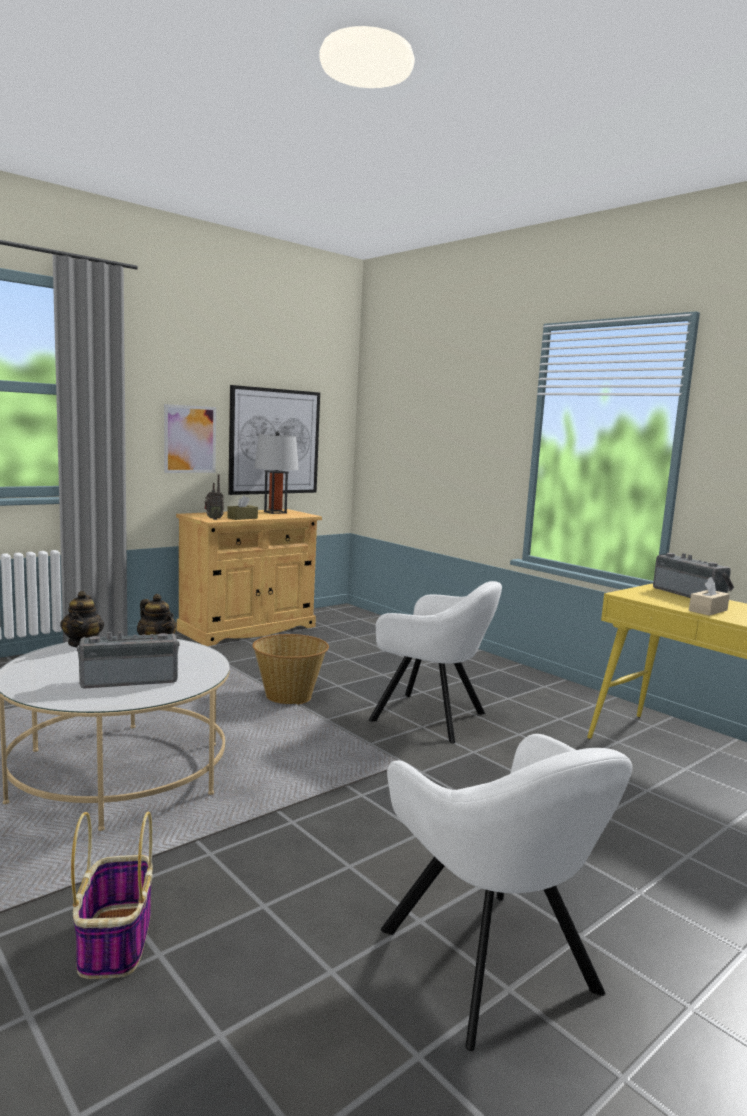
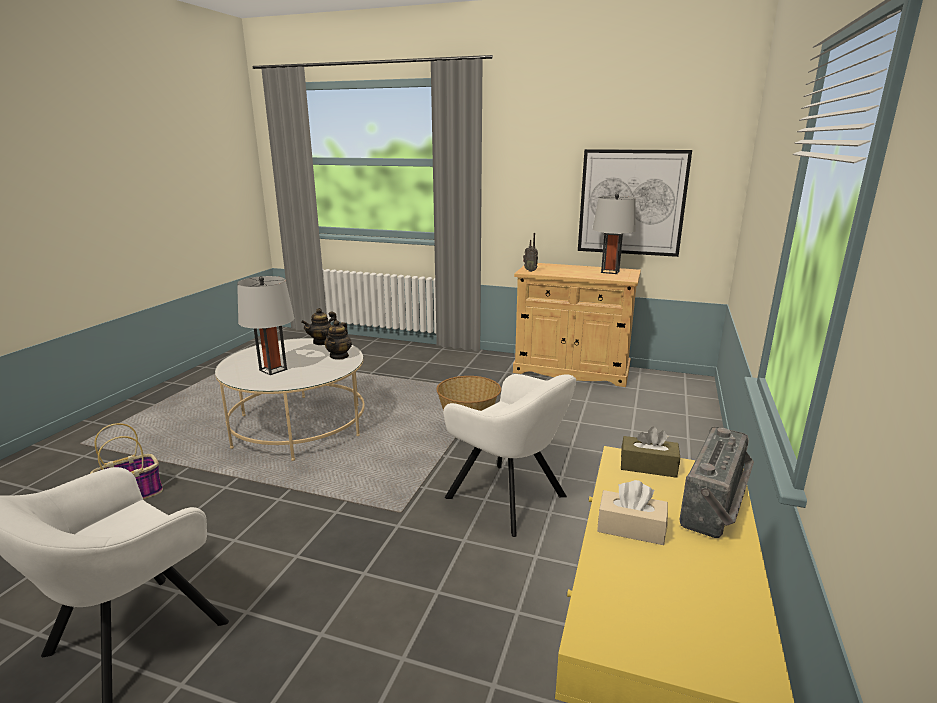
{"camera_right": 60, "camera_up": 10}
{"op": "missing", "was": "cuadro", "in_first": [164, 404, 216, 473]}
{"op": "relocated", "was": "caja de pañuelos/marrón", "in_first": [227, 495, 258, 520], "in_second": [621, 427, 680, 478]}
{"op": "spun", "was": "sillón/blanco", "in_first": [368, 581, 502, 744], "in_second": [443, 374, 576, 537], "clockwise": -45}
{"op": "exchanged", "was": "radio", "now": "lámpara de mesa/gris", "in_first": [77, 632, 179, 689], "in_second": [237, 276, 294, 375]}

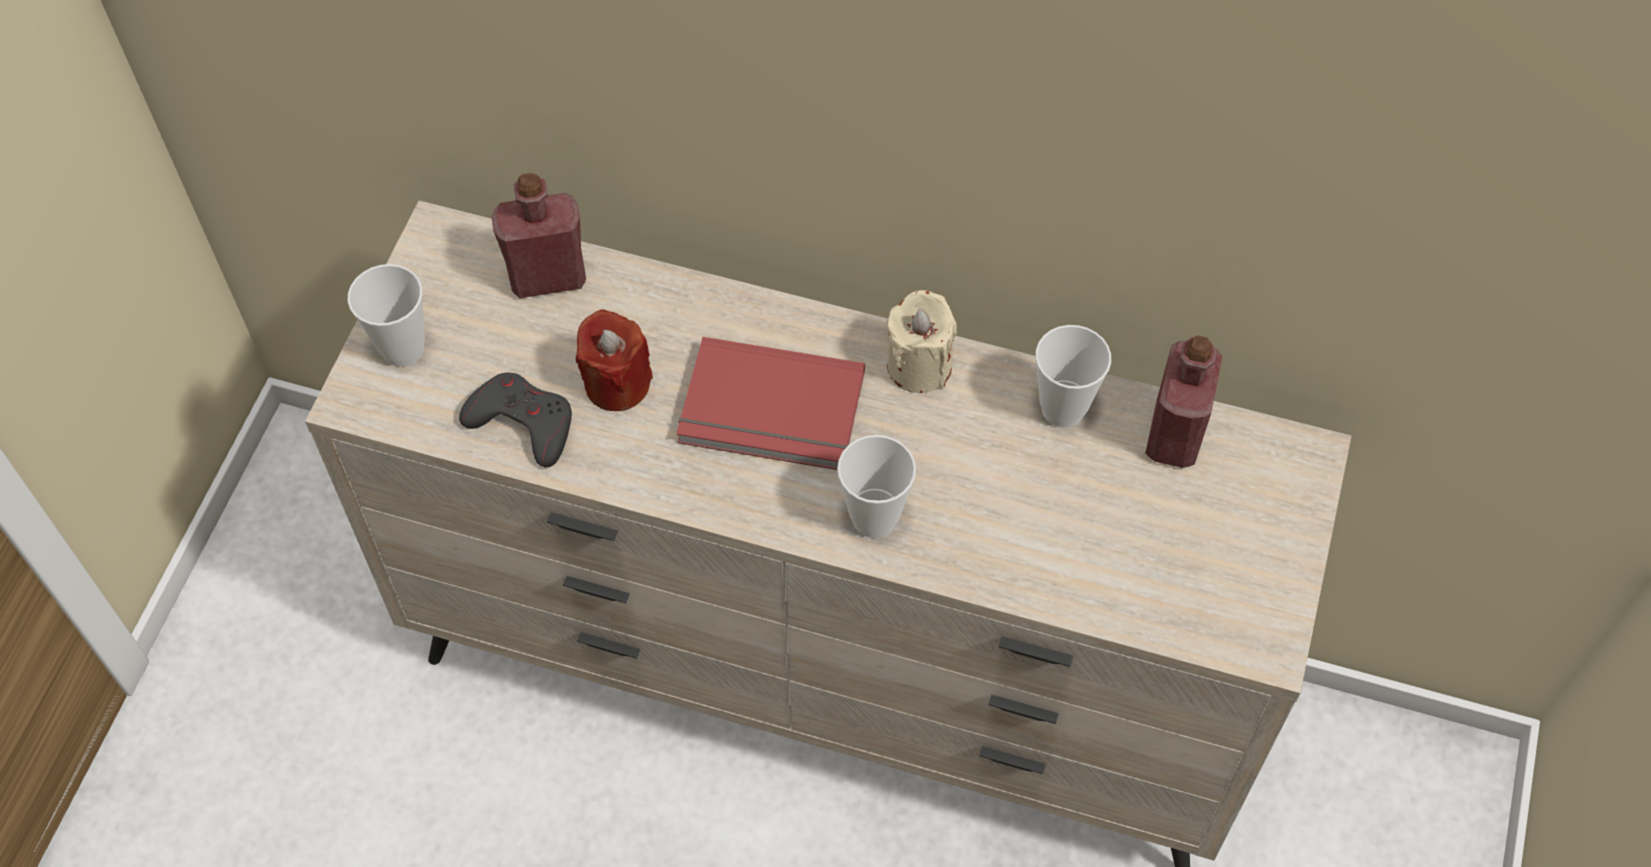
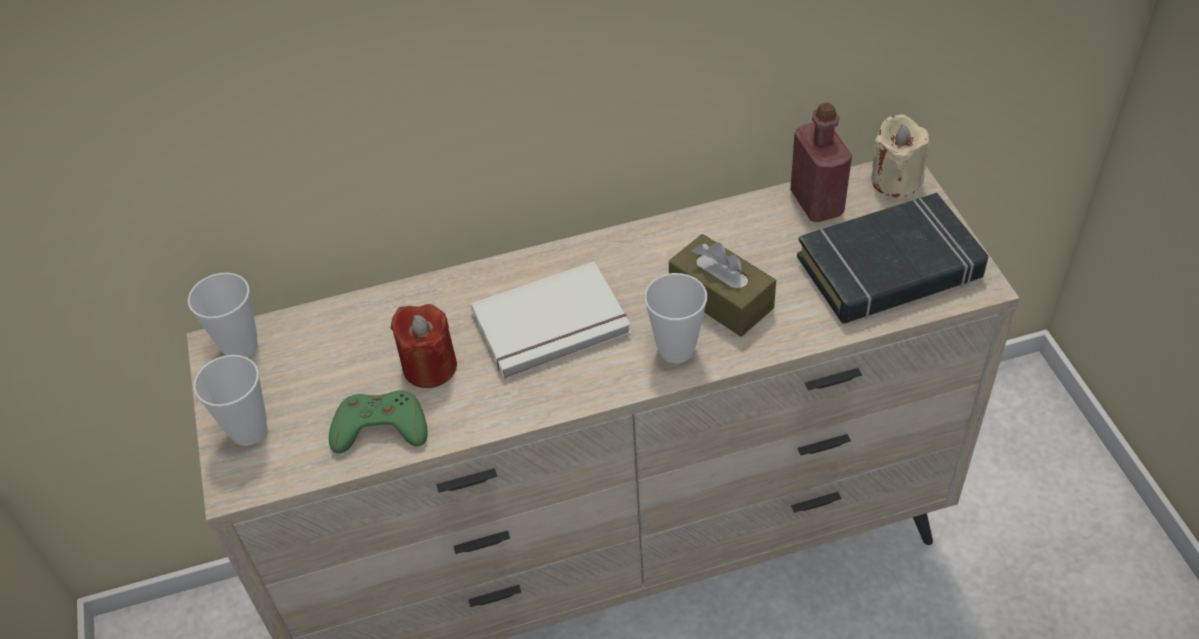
{"camera_right": -30, "camera_up": -10}
{"op": "missing", "was": "botella/rojo", "in_first": [492, 173, 586, 298]}
{"op": "relocated", "was": "vela/beis", "in_first": [887, 290, 957, 393], "in_second": [872, 114, 930, 198]}
{"op": "relocated", "was": "taza", "in_first": [1035, 325, 1111, 428], "in_second": [188, 273, 258, 358]}
{"op": "colour", "was": "libro/rojo", "now": "libro/blanco", "in_first": [676, 337, 865, 470], "in_second": [471, 262, 631, 379]}
{"op": "colour", "was": "mando de consola/gris", "now": "mando de consola/verde", "in_first": [459, 373, 572, 468], "in_second": [329, 390, 428, 453]}
{"op": "appeared", "now": "libro/negro", "in_second": [797, 193, 988, 324]}
{"op": "appeared", "now": "caja de pañuelos/marrón", "in_second": [669, 234, 776, 337]}

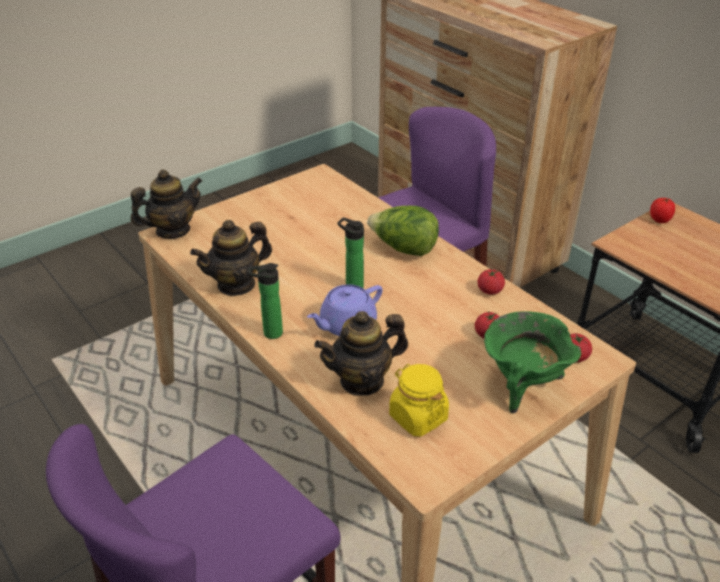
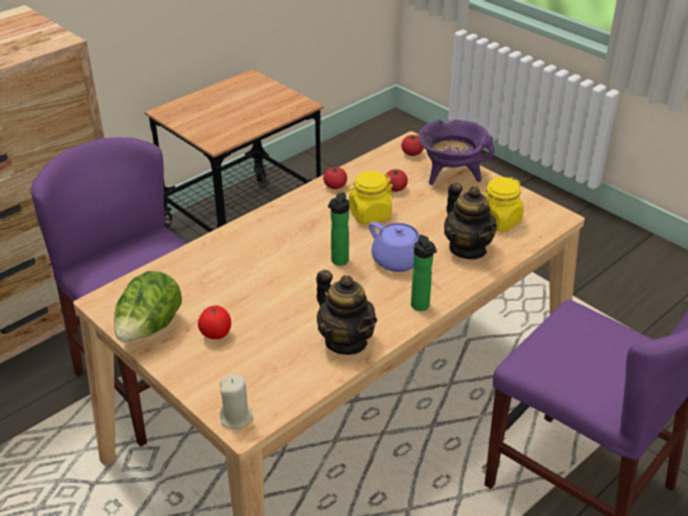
{"camera_right": -95, "camera_up": 0}
{"op": "exchanged", "was": "tetera", "now": "vela/beis", "in_first": [131, 169, 202, 239], "in_second": [220, 374, 254, 429]}
{"op": "relocated", "was": "tomate", "in_first": [650, 198, 675, 223], "in_second": [198, 305, 231, 339]}
{"op": "relocated", "was": "lechuga", "in_first": [367, 206, 439, 256], "in_second": [114, 271, 182, 342]}
{"op": "colour", "was": "olla/verde", "now": "olla/morado", "in_first": [484, 311, 581, 414], "in_second": [418, 119, 495, 185]}
{"op": "appeared", "now": "tarro/amarillo", "in_second": [346, 171, 394, 224]}

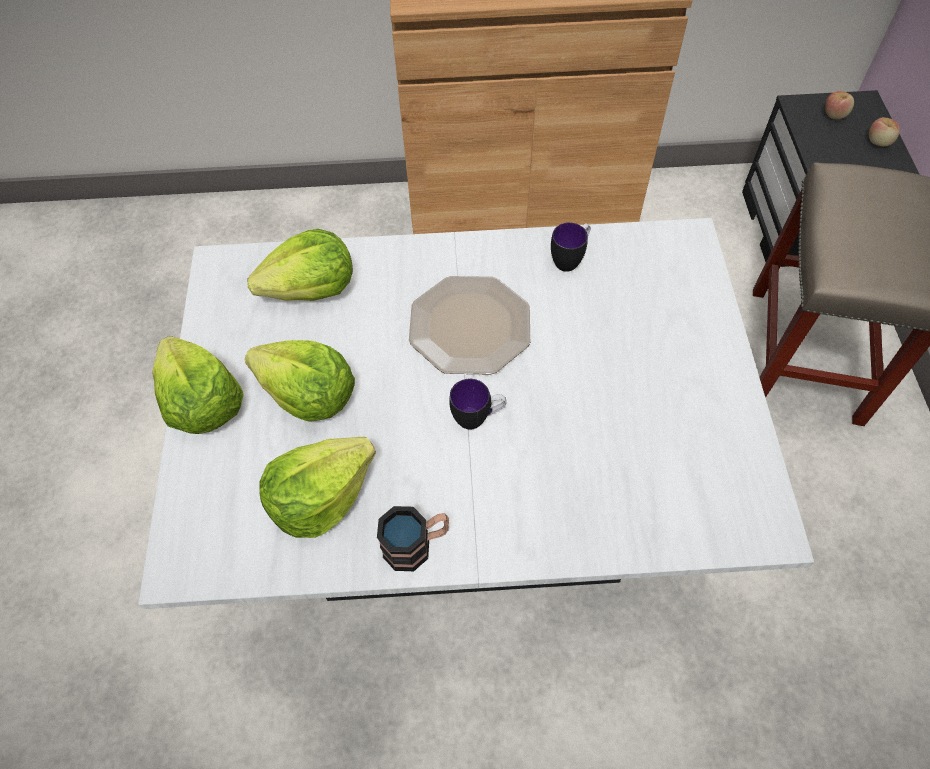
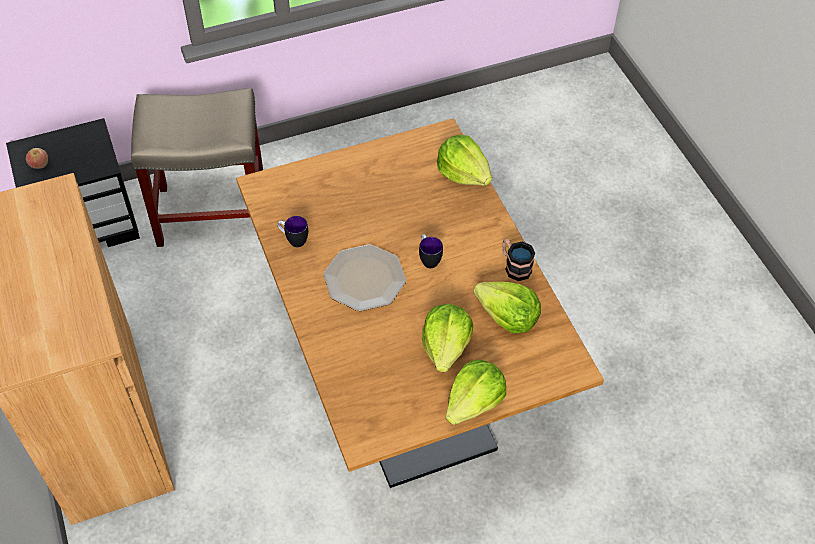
{"camera_right": -110, "camera_up": -5}
{"op": "missing", "was": "manzana", "in_first": [869, 117, 900, 147]}
{"op": "colour", "was": "mesa de comedor/blanco", "now": "mesa de comedor/marrón", "in_first": [138, 218, 814, 609], "in_second": [236, 118, 604, 488]}
{"op": "relocated", "was": "lechuga", "in_first": [247, 229, 353, 301], "in_second": [437, 135, 492, 186]}

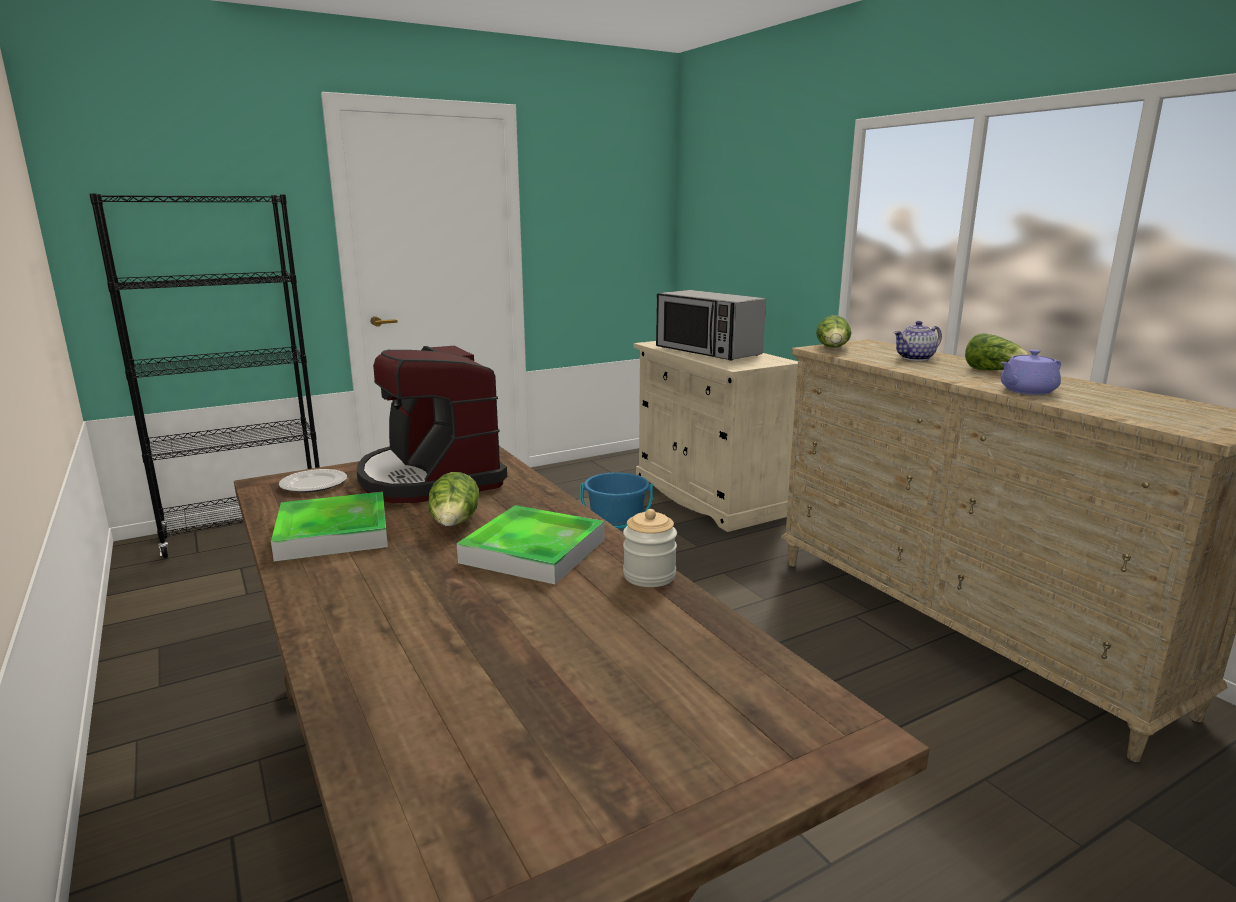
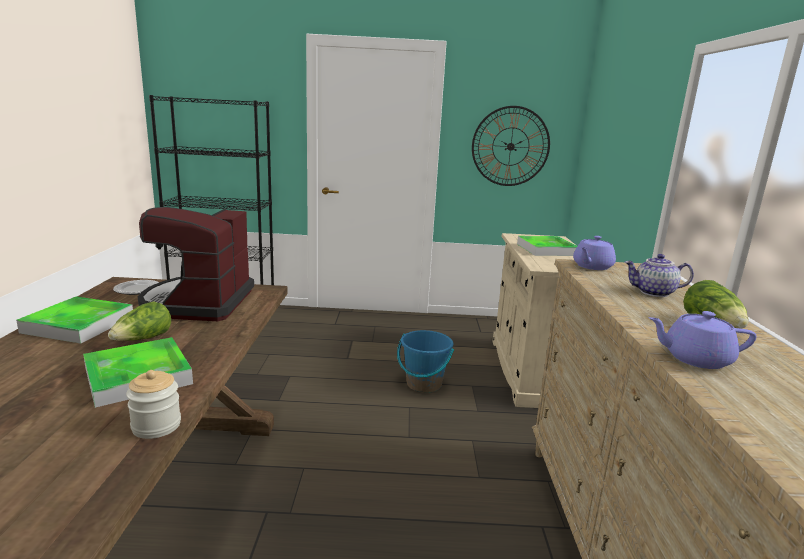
{"camera_right": 30, "camera_up": 0}
{"op": "exchanged", "was": "microondas", "now": "bandeja", "in_first": [656, 290, 766, 361], "in_second": [517, 236, 577, 256]}
{"op": "exchanged", "was": "lechuga", "now": "tetera/morado", "in_first": [816, 315, 851, 348], "in_second": [573, 236, 616, 270]}
{"op": "appeared", "now": "reloj de pared", "in_second": [472, 106, 550, 186]}

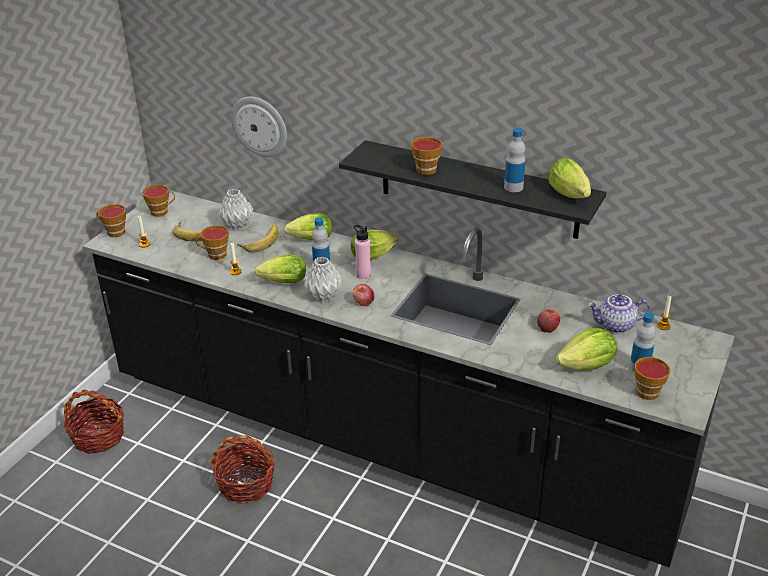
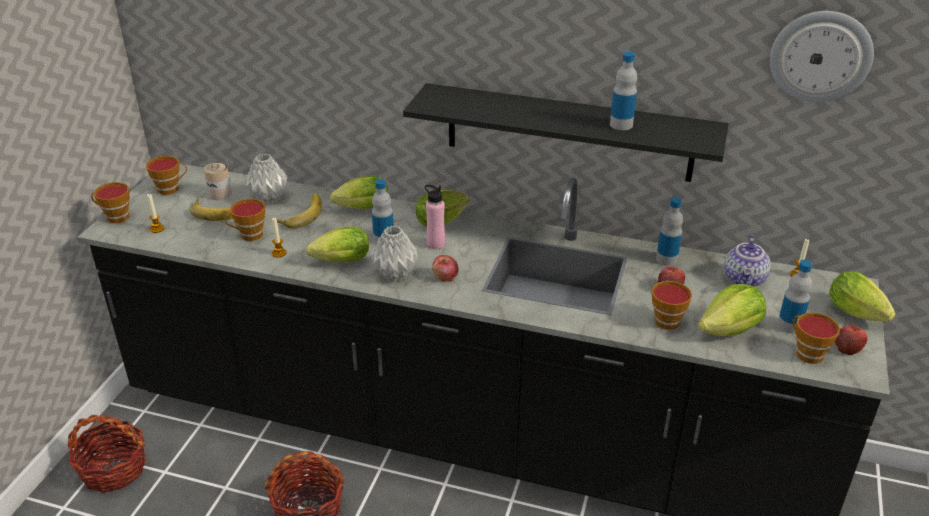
{"camera_right": -10, "camera_up": 0}
{"op": "relocated", "was": "reloj de pared", "in_first": [231, 97, 287, 157], "in_second": [770, 11, 874, 102]}
{"op": "relocated", "was": "taza", "in_first": [411, 137, 442, 175], "in_second": [652, 281, 692, 330]}
{"op": "relocated", "was": "lechuga", "in_first": [548, 158, 591, 198], "in_second": [829, 271, 896, 321]}
{"op": "spun", "was": "tetera", "in_first": [588, 294, 650, 333], "in_second": [724, 235, 771, 287], "clockwise": -60}
{"op": "appeared", "now": "lata", "in_second": [204, 162, 232, 200]}
{"op": "appeared", "now": "botella", "in_second": [656, 197, 683, 266]}
{"op": "appeared", "now": "manzana", "in_second": [835, 325, 868, 355]}

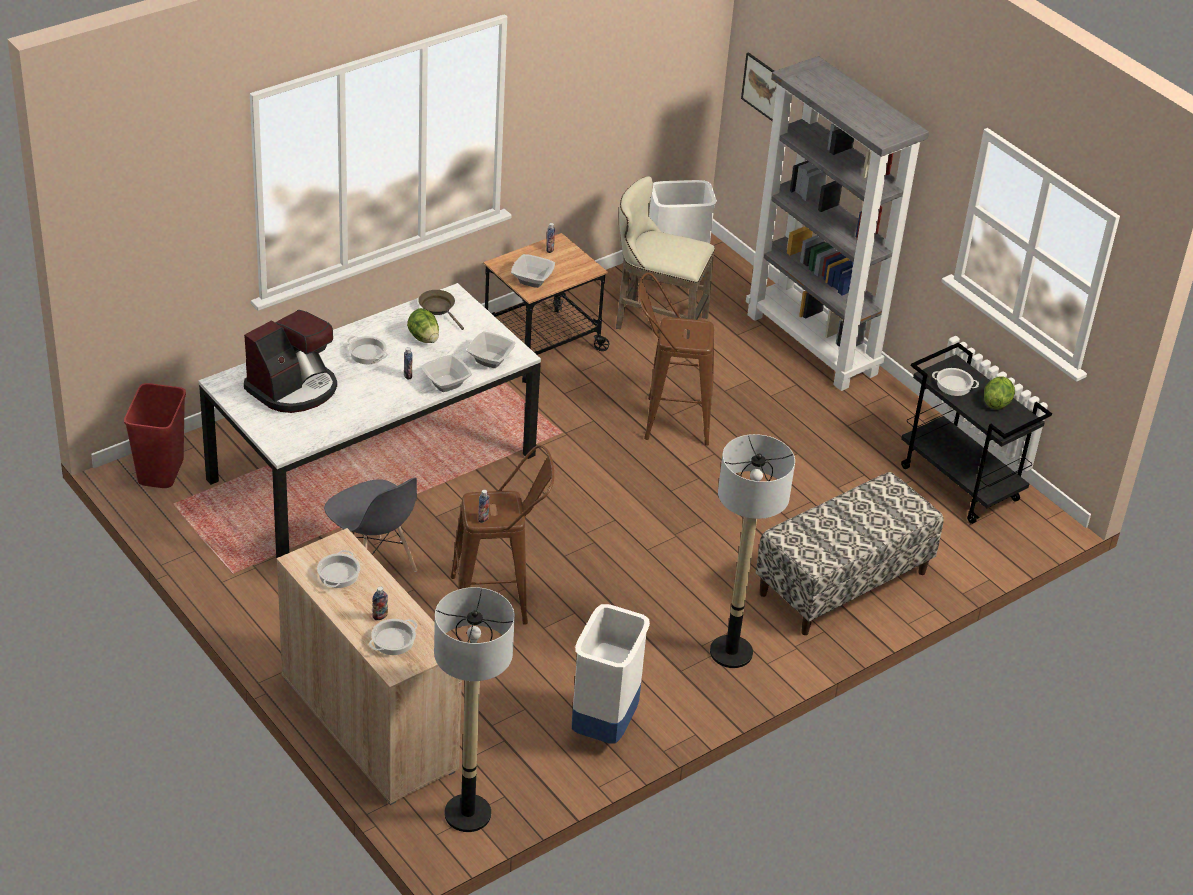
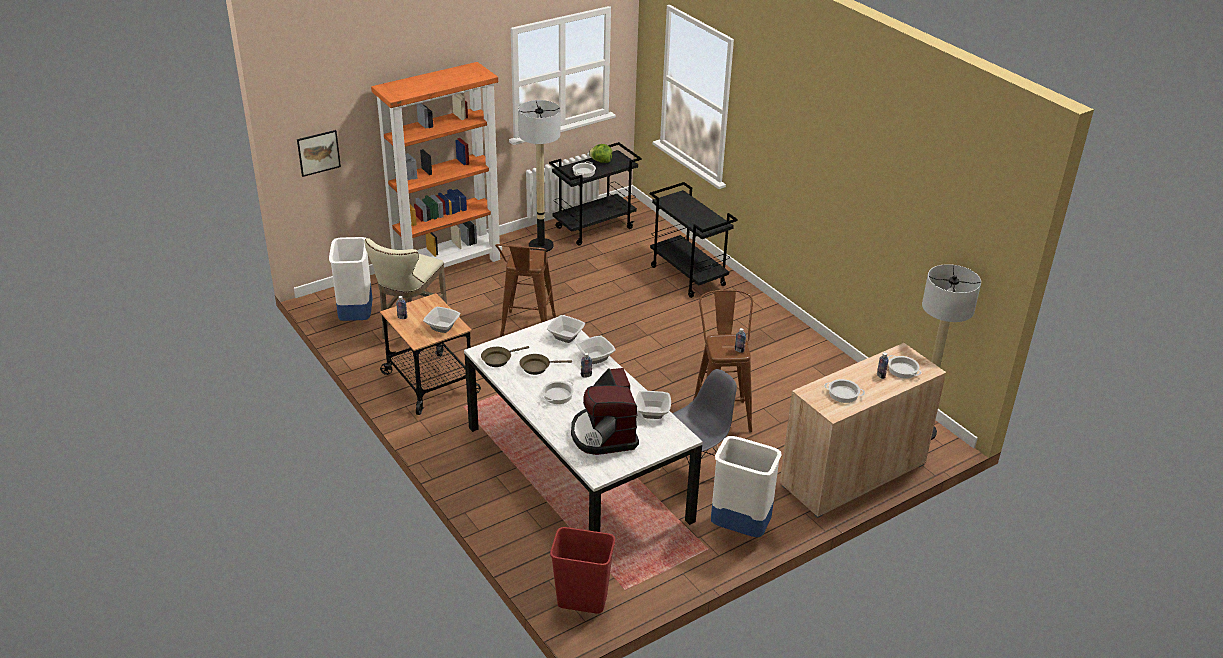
{"camera_right": -85, "camera_up": -5}
{"op": "colour", "was": "estantería/gris", "now": "estantería/naranja", "in_first": [746, 56, 929, 391], "in_second": [371, 62, 502, 268]}
{"op": "exchanged", "was": "lechuga", "now": "sartén/marrón", "in_first": [407, 308, 439, 343], "in_second": [520, 354, 572, 375]}
{"op": "spun", "was": "cafetera", "in_first": [244, 310, 337, 413], "in_second": [571, 368, 639, 455], "clockwise": -150}
{"op": "relocated", "was": "lámpara de pie", "in_first": [710, 434, 795, 668], "in_second": [518, 100, 560, 252]}
{"op": "exchanged", "was": "banco", "now": "carrito/negro", "in_first": [756, 472, 944, 635], "in_second": [650, 182, 738, 298]}
{"op": "relocated", "was": "papelera/blanco", "in_first": [572, 604, 650, 744], "in_second": [711, 436, 782, 537]}
{"op": "appeared", "now": "cuenco", "in_second": [636, 391, 671, 419]}

